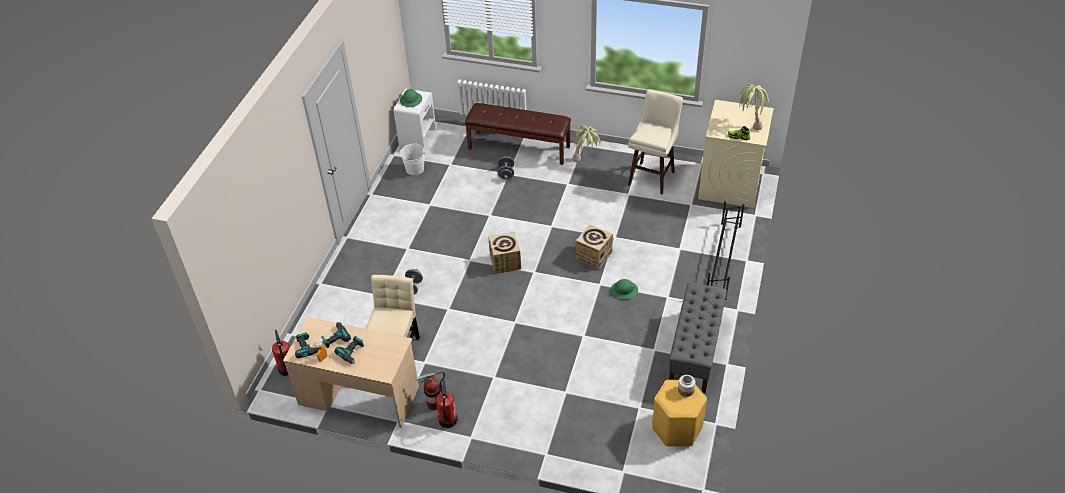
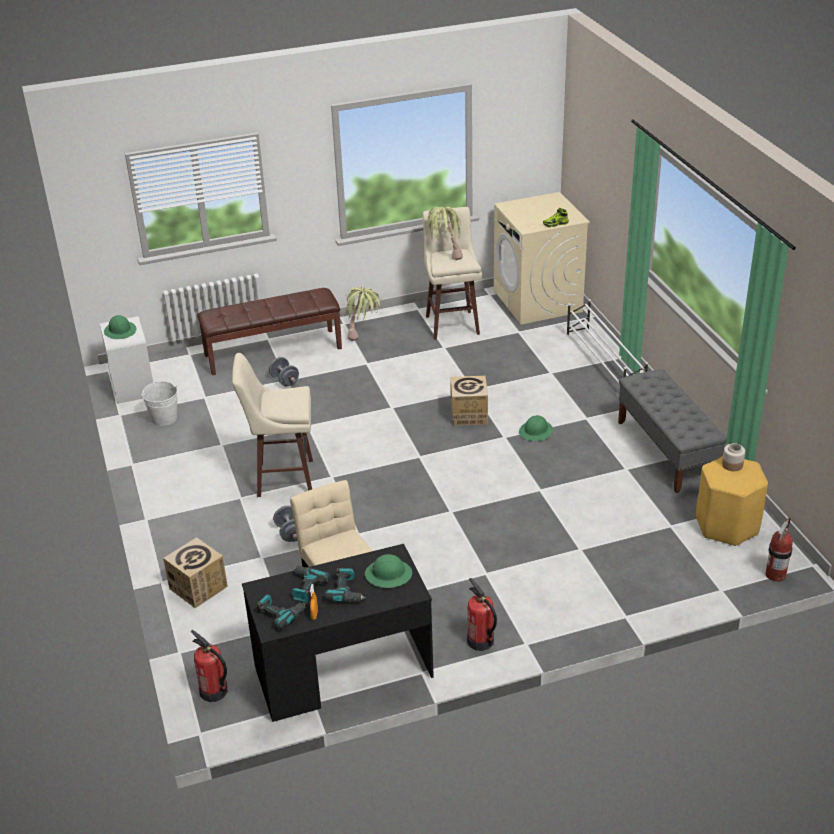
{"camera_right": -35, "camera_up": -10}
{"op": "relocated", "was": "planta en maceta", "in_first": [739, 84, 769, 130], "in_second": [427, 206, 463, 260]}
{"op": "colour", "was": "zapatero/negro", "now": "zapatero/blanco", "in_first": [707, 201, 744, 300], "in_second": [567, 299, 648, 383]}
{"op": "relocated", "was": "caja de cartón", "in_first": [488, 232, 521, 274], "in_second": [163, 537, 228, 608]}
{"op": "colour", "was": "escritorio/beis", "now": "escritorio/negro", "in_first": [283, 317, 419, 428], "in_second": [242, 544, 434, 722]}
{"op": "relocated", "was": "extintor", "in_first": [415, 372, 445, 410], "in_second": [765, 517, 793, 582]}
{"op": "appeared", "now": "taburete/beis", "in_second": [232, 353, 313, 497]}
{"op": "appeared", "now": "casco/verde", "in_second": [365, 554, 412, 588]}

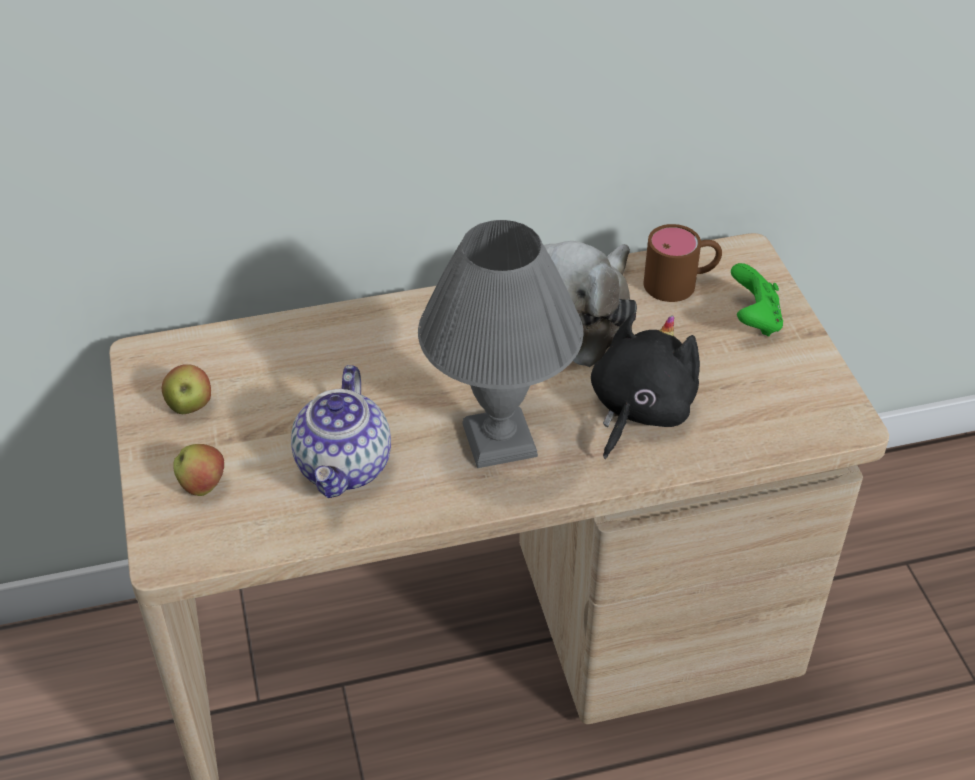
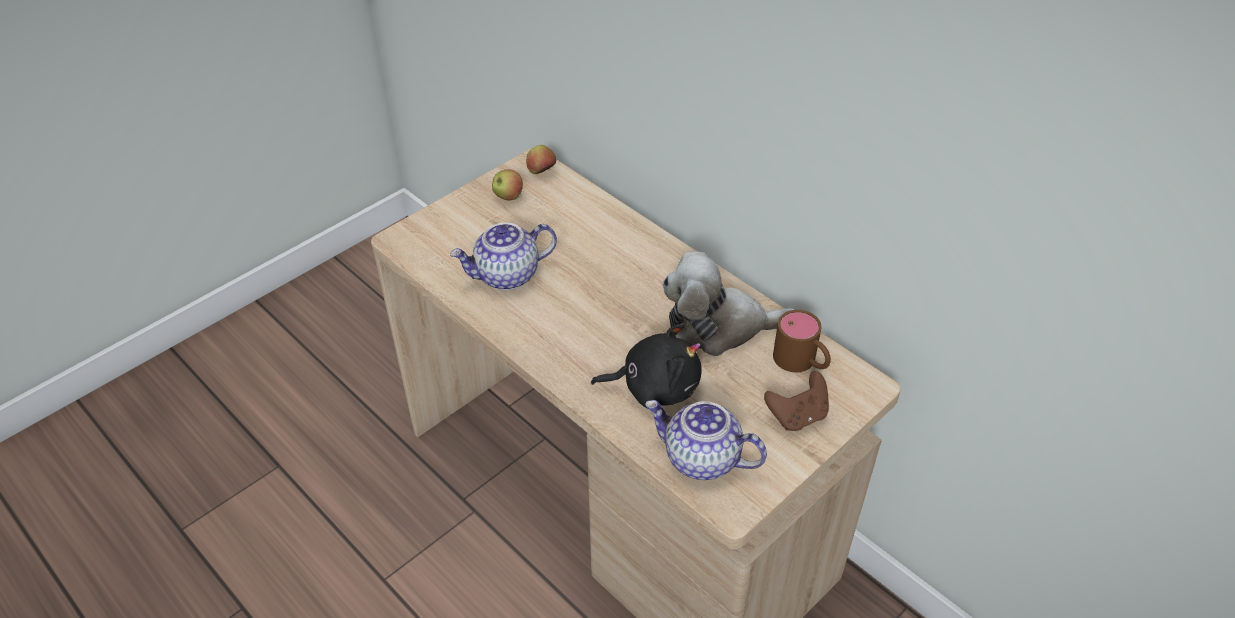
{"camera_right": 60, "camera_up": 0}
{"op": "missing", "was": "lámpara de mesa/gris", "in_first": [418, 220, 584, 468]}
{"op": "colour", "was": "mando de consola/verde", "now": "mando de consola/marrón", "in_first": [731, 263, 783, 337], "in_second": [764, 371, 829, 431]}
{"op": "relocated", "was": "manzana", "in_first": [173, 444, 224, 496], "in_second": [526, 145, 556, 174]}
{"op": "appeared", "now": "tetera", "in_second": [645, 400, 767, 480]}

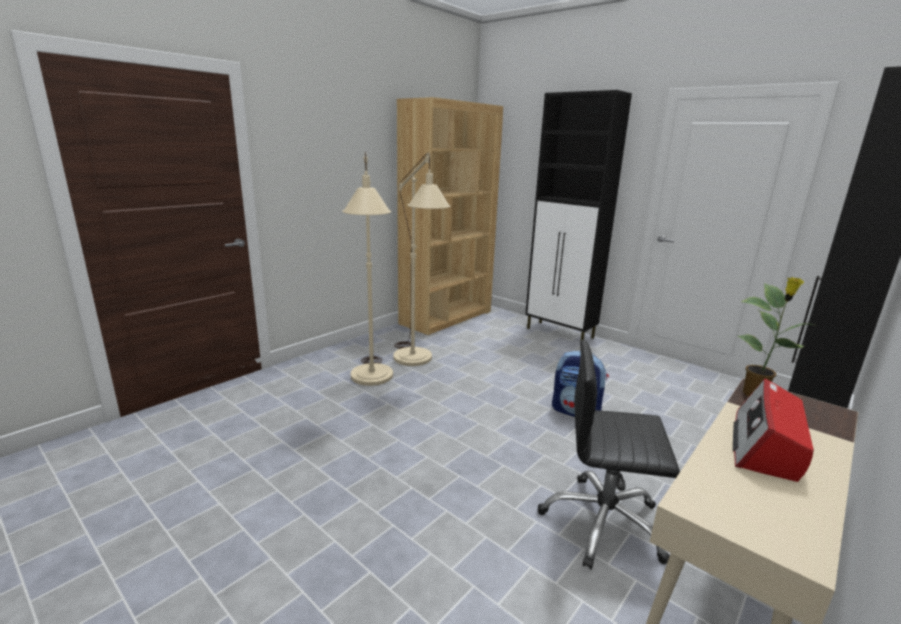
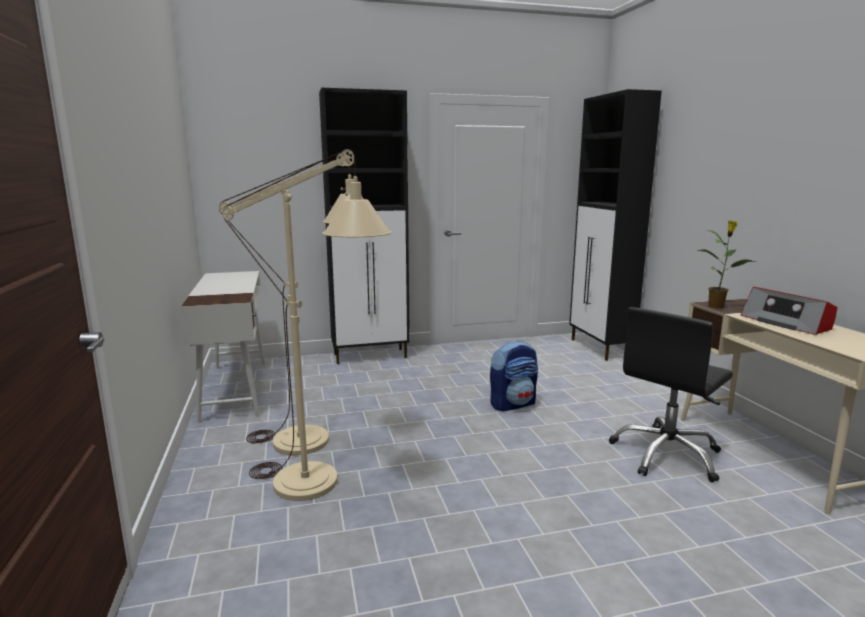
{"camera_right": -55, "camera_up": -5}
{"op": "exchanged", "was": "estantería/marrón", "now": "escritorio/blanco", "in_first": [397, 97, 503, 335], "in_second": [180, 271, 265, 423]}

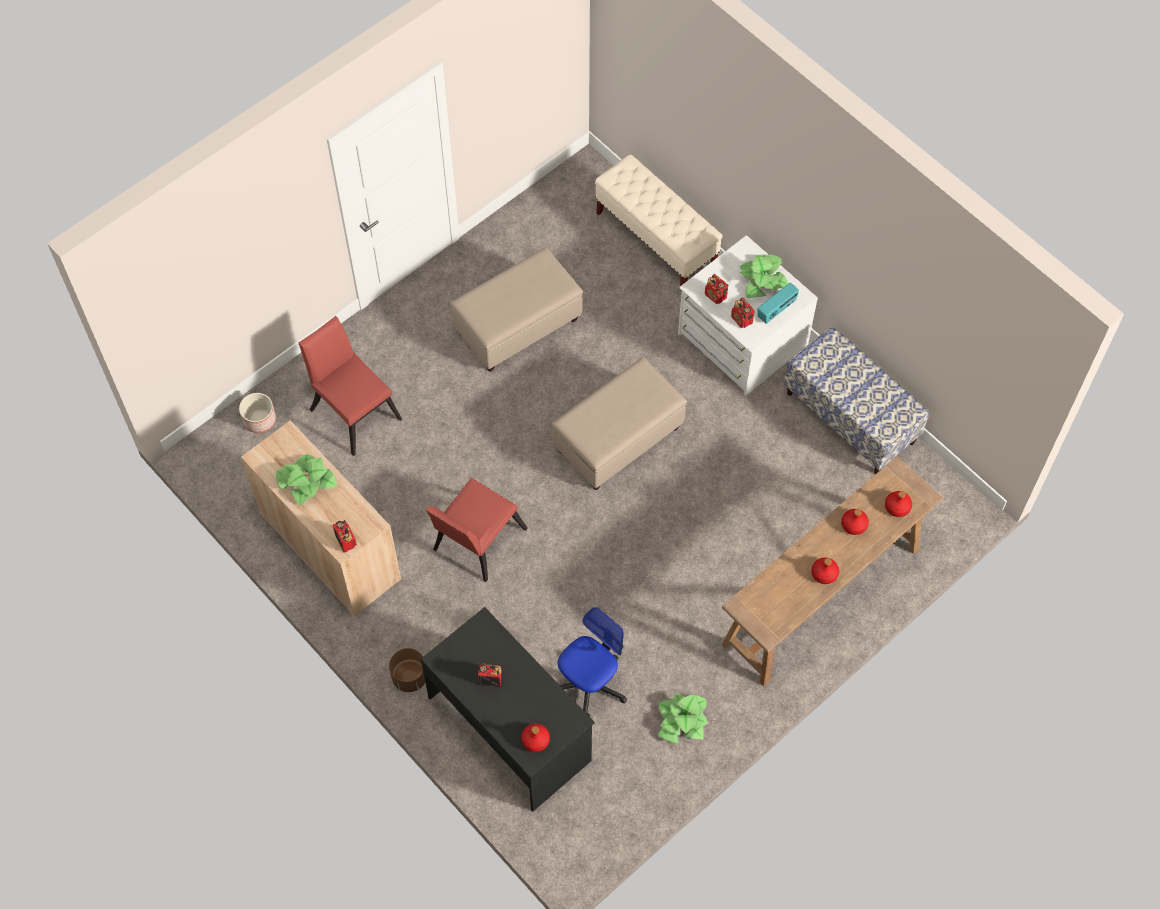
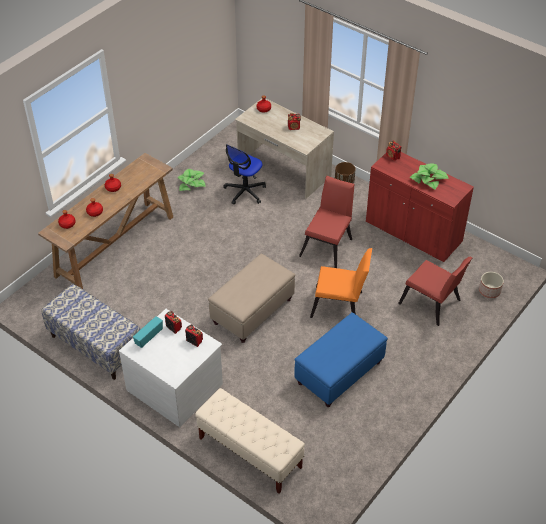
{"camera_right": 170, "camera_up": -15}
{"op": "colour", "was": "puf/beis", "now": "puf/azul", "in_first": [450, 247, 583, 372], "in_second": [294, 312, 388, 407]}
{"op": "missing", "was": "planta en maceta", "in_first": [740, 254, 788, 298]}
{"op": "colour", "was": "armario/beis", "now": "armario/rojo", "in_first": [241, 420, 401, 616], "in_second": [366, 152, 474, 262]}
{"op": "colour", "was": "escritorio/negro", "now": "escritorio/beis", "in_first": [421, 607, 595, 812], "in_second": [235, 98, 334, 199]}
{"op": "appeared", "now": "silla/naranja", "in_second": [310, 248, 372, 318]}

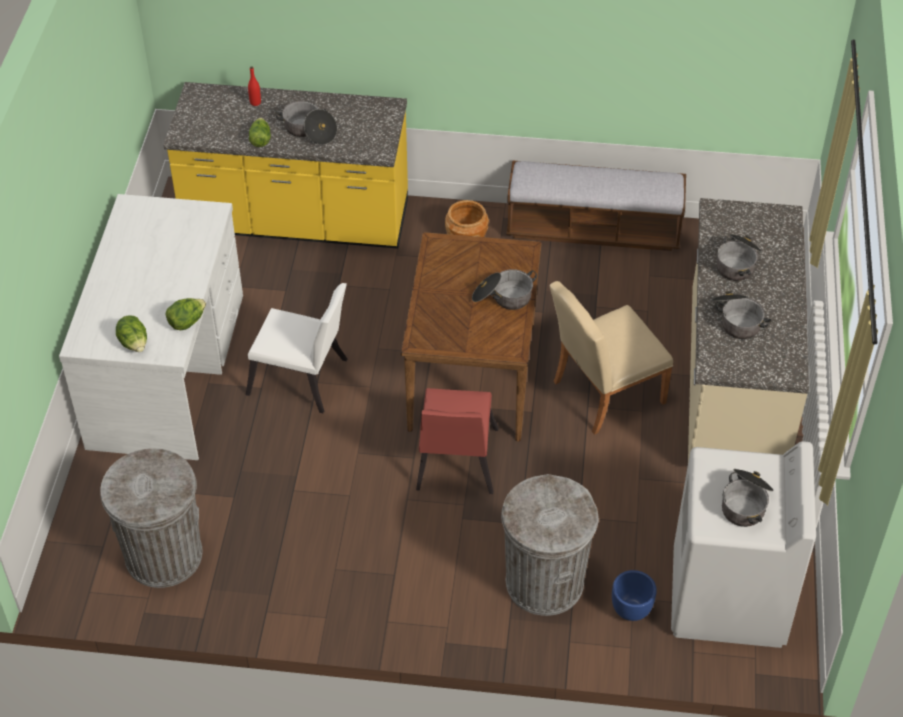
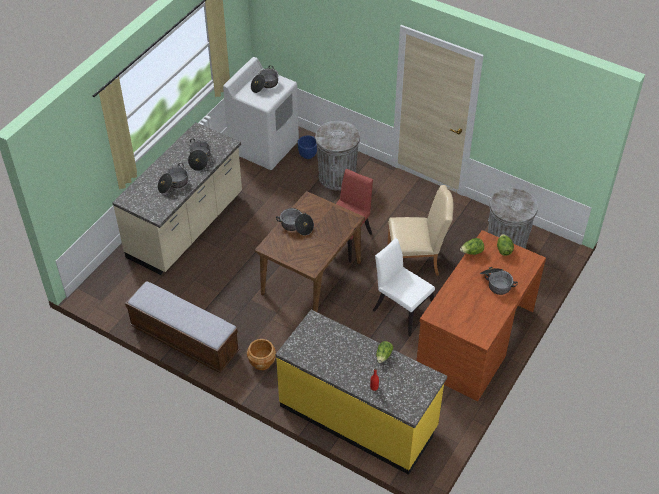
{"camera_right": -155, "camera_up": 0}
{"op": "relocated", "was": "olla", "in_first": [275, 101, 337, 145], "in_second": [480, 267, 518, 295]}
{"op": "colour", "was": "escritorio/blanco", "now": "escritorio/marrón", "in_first": [59, 194, 243, 460], "in_second": [416, 230, 546, 401]}
{"op": "relocated", "was": "silla/beis", "in_first": [549, 281, 673, 435], "in_second": [387, 185, 453, 276]}

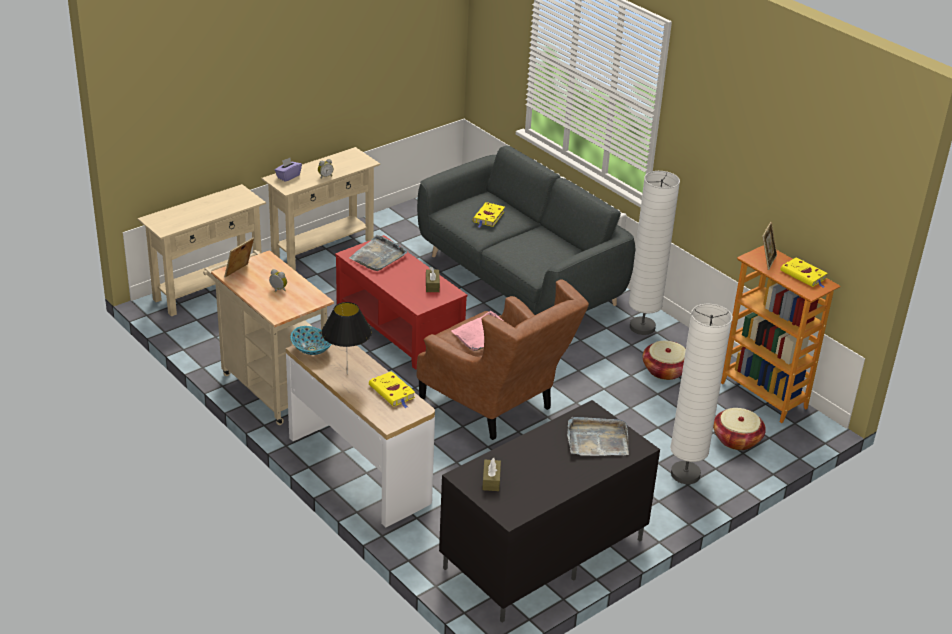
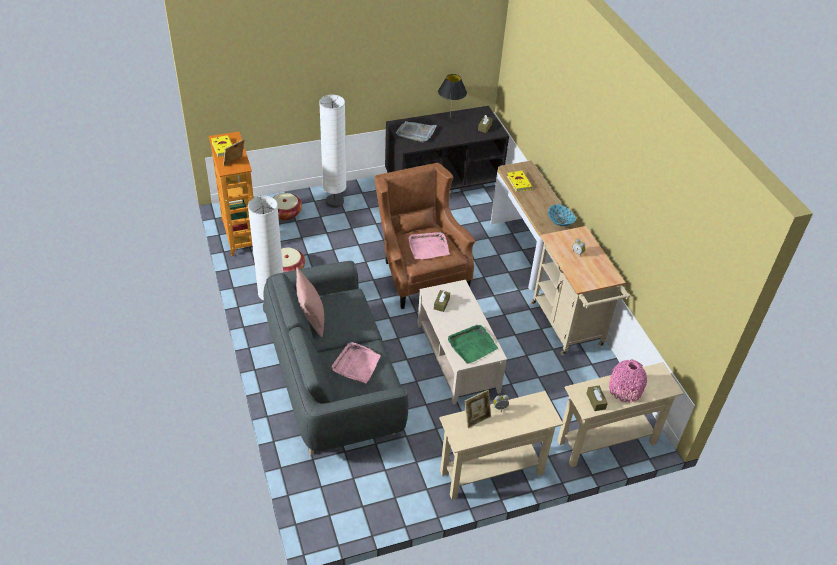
{"camera_right": -160, "camera_up": 10}
{"op": "missing", "was": "caja de pañuelos/morado", "in_first": [275, 158, 302, 182]}
{"op": "exchanged", "was": "libro/amarillo", "now": "bandeja/rosa", "in_first": [473, 202, 505, 227], "in_second": [331, 342, 381, 383]}
{"op": "colour", "was": "mesa de centro/rojo", "now": "mesa de centro/beis", "in_first": [335, 235, 467, 370], "in_second": [418, 280, 507, 405]}
{"op": "colour", "was": "bandeja/gris", "now": "bandeja/verde", "in_first": [349, 235, 407, 271], "in_second": [448, 325, 498, 364]}
{"op": "relocated", "was": "portarretratos", "in_first": [224, 237, 254, 277], "in_second": [465, 390, 491, 428]}
{"op": "relocated", "was": "lámpara de mesa/negro", "in_first": [321, 302, 372, 374], "in_second": [438, 74, 467, 118]}
{"op": "appeared", "now": "cojín/rosa", "in_second": [296, 267, 324, 337]}
{"op": "appeared", "now": "florero/rosa", "in_second": [609, 360, 647, 403]}
{"op": "appeared", "now": "caja de pañuelos/marrón", "in_second": [586, 386, 608, 411]}

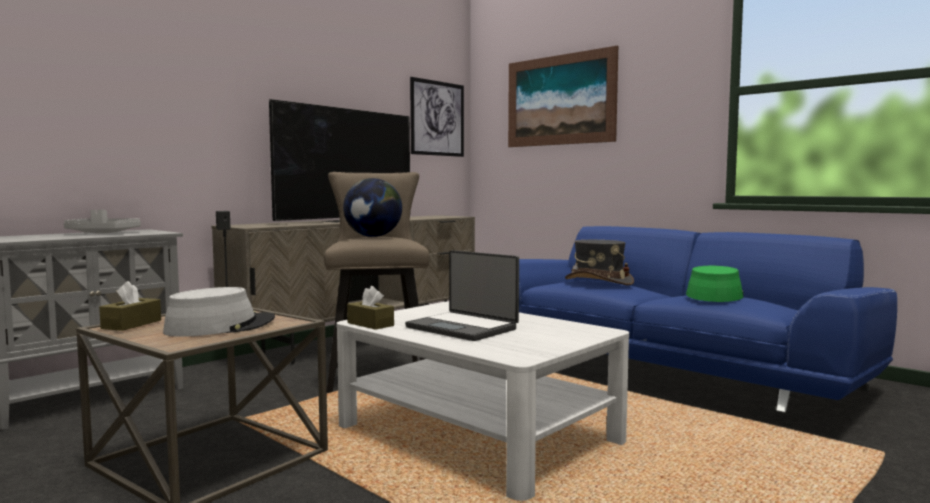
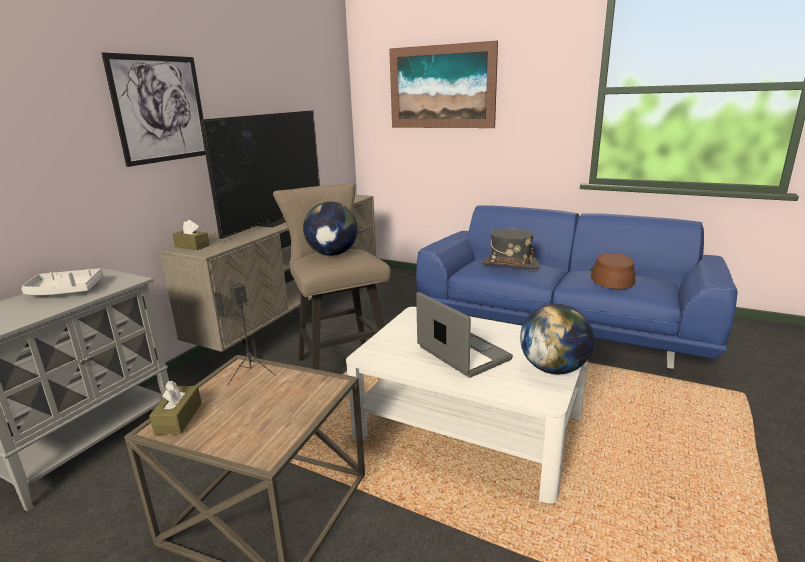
{"camera_right": -15, "camera_up": 15}
{"op": "relocated", "was": "cuadro", "in_first": [410, 77, 464, 157], "in_second": [101, 52, 206, 167]}
{"op": "spun", "was": "portátil", "in_first": [405, 250, 519, 341], "in_second": [416, 292, 513, 378], "clockwise": -150}
{"op": "colour", "was": "sombrero/verde", "now": "sombrero/marrón", "in_first": [686, 266, 743, 302], "in_second": [590, 253, 635, 289]}
{"op": "relocated", "was": "caja de pañuelos/marrón", "in_first": [347, 286, 394, 330], "in_second": [172, 220, 210, 250]}
{"op": "missing", "was": "sombrero/gris", "in_first": [163, 287, 275, 337]}
{"op": "appeared", "now": "globo terráqueo", "in_second": [520, 303, 594, 374]}

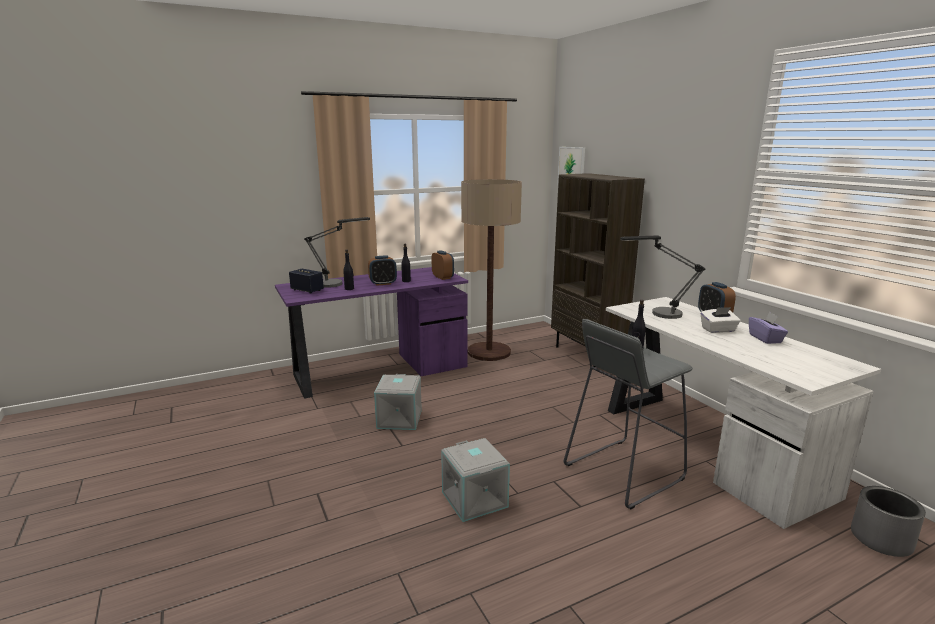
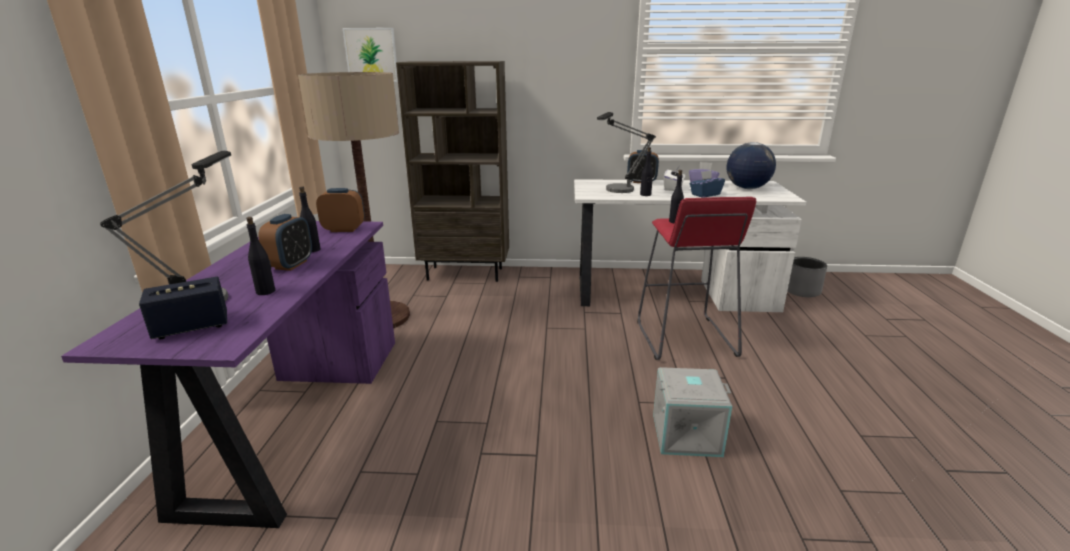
{"camera_right": -60, "camera_up": 5}
{"op": "colour", "was": "taburete/gris", "now": "taburete/rojo", "in_first": [564, 319, 693, 509], "in_second": [637, 197, 756, 360]}
{"op": "missing", "was": "caja de almacenaje/gris", "in_first": [374, 374, 422, 430]}
{"op": "appeared", "now": "globo terráqueo", "in_second": [727, 142, 776, 189]}
{"op": "appeared", "now": "botella/negro", "in_second": [640, 147, 653, 196]}
{"op": "appeared", "now": "caja de pañuelos/azul", "in_second": [690, 170, 725, 198]}

